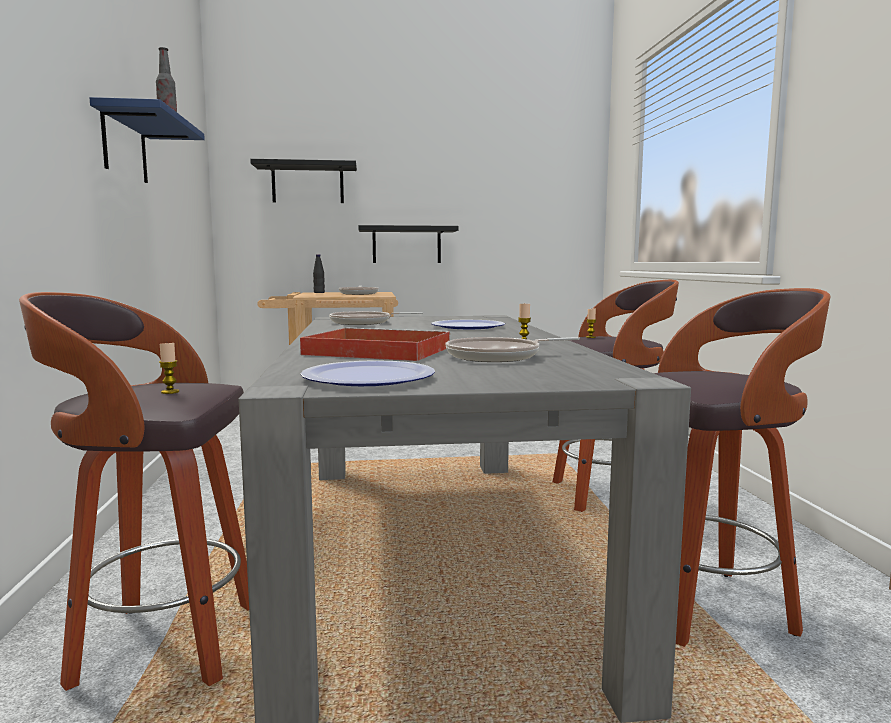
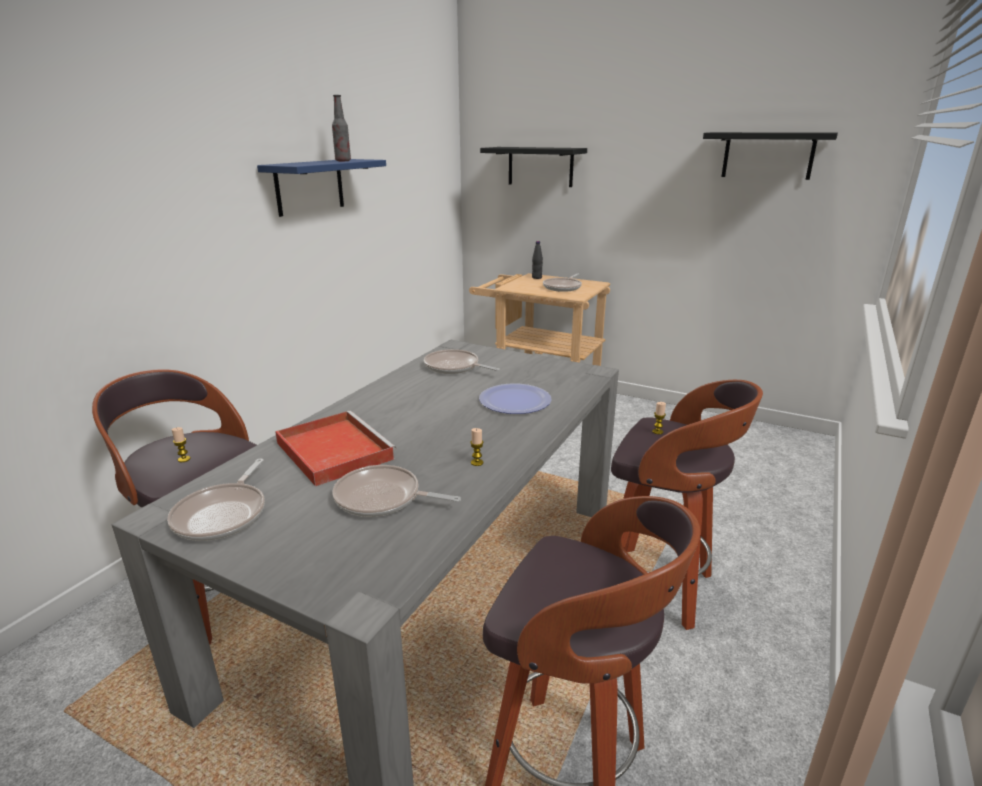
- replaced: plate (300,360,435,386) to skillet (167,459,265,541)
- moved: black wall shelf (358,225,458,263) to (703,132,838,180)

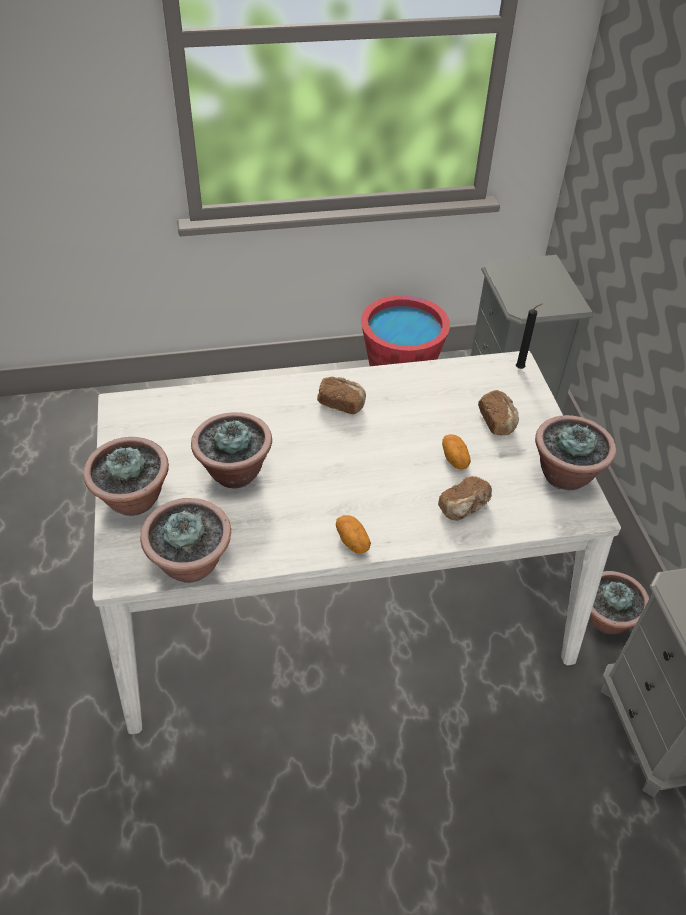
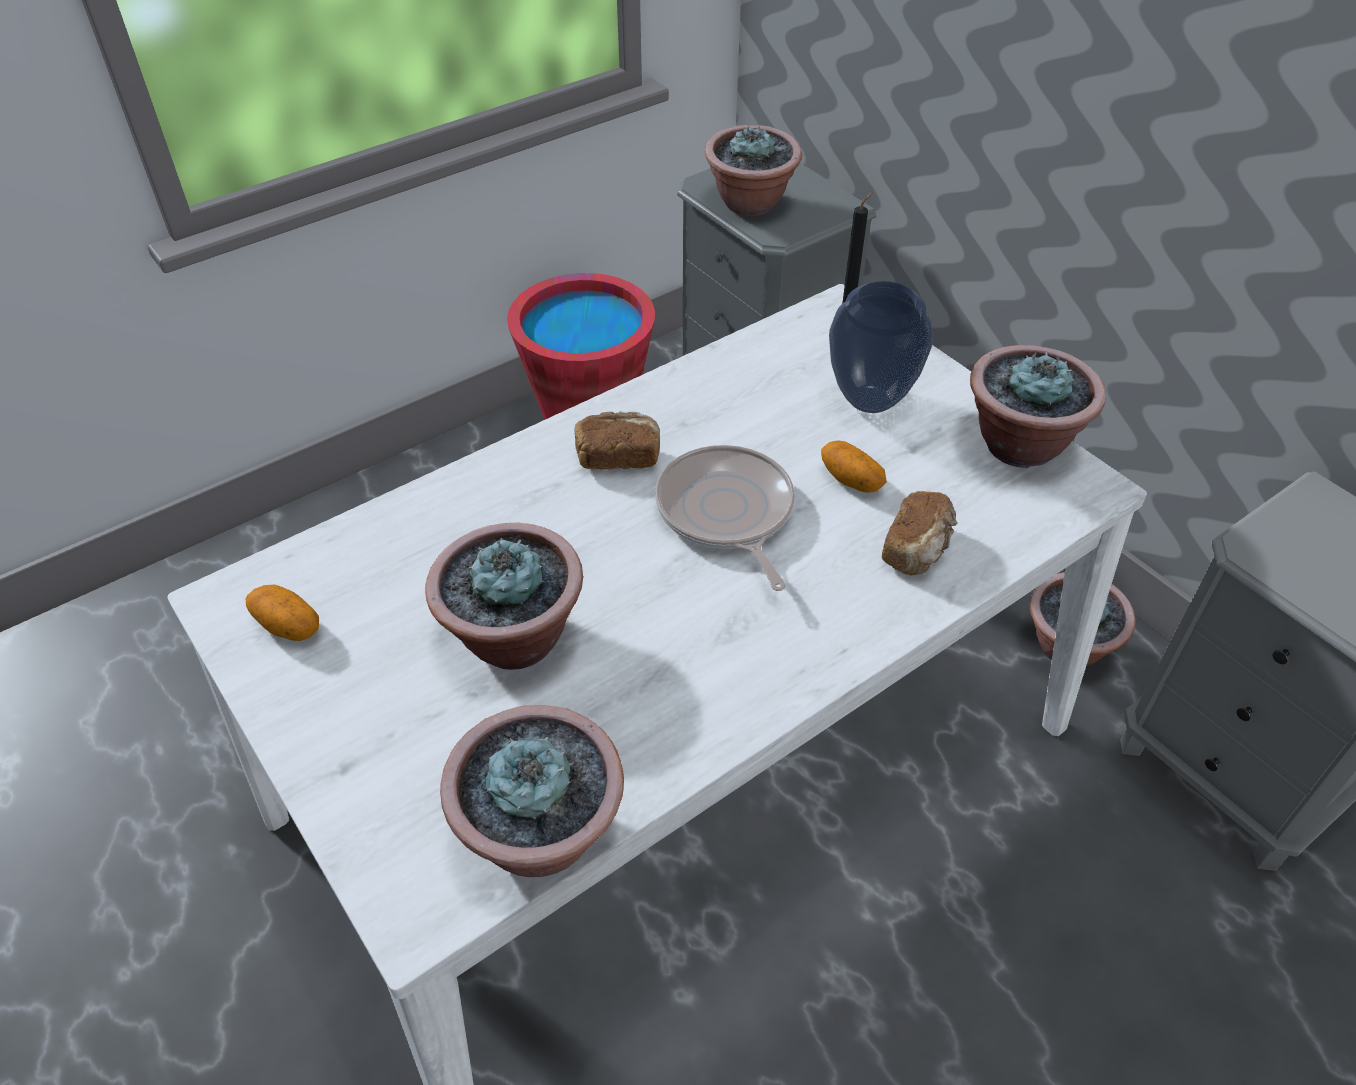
- moved: potted plant (83,437,169,516) to (705,125,802,216)
- moved: whole potato (336,515,371,554) to (246,585,319,641)
- replaced: bakery bread (478,390,519,436) to decorative vase (829,281,933,413)
- added: skillet (655,445,795,591)

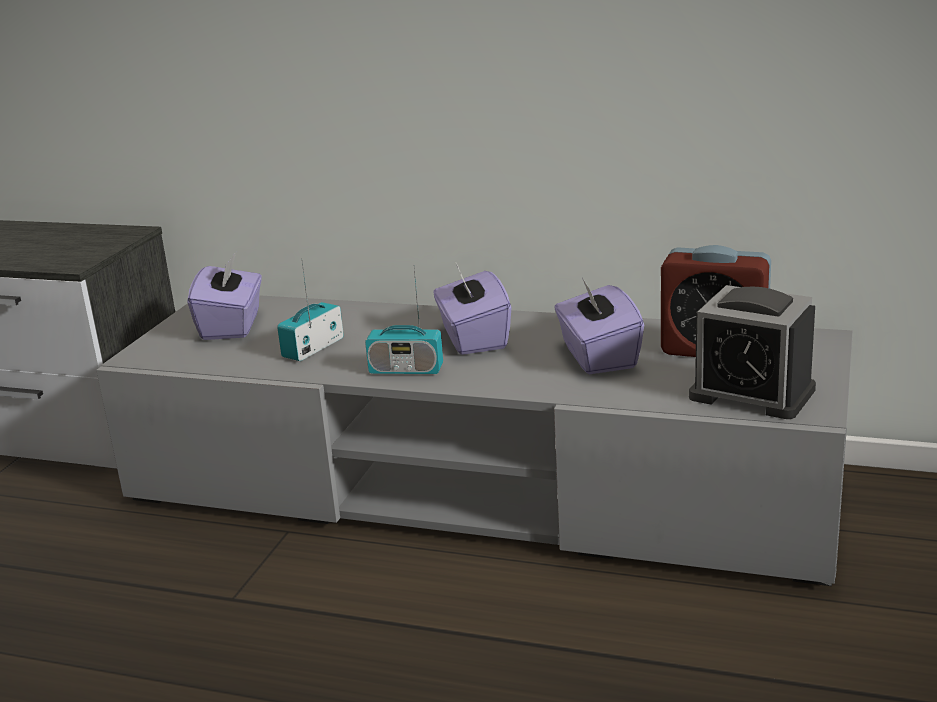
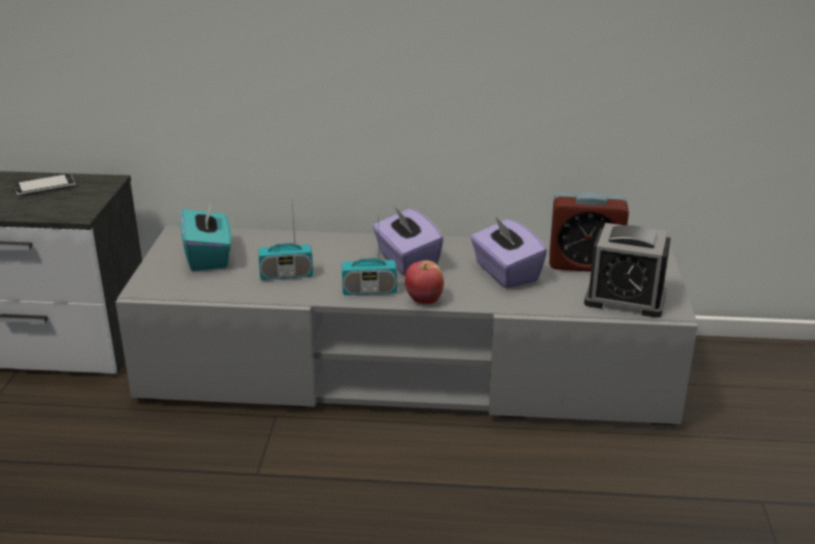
- recoloured: purplish tissue holder (187,251,262,340) to turquoise-coloured tissue holder (180,201,232,271)
- turned: radio receiver (277,263,344,361) = (258,203,313,280) 120 degrees counterclockwise
- added: phone (13,174,75,196)
- added: apple (405,260,444,304)

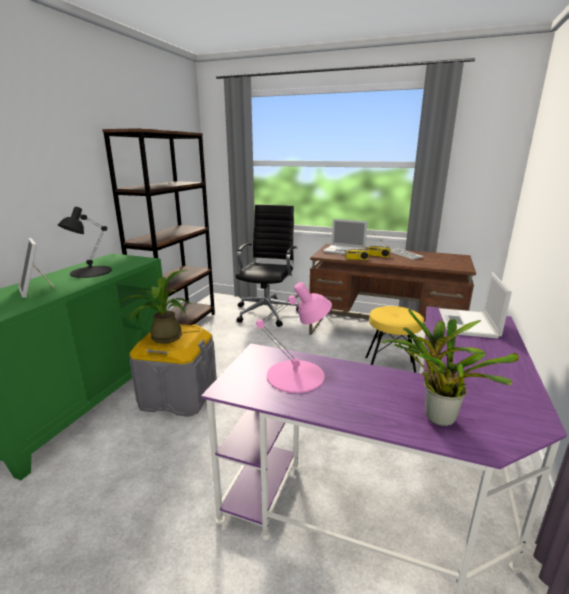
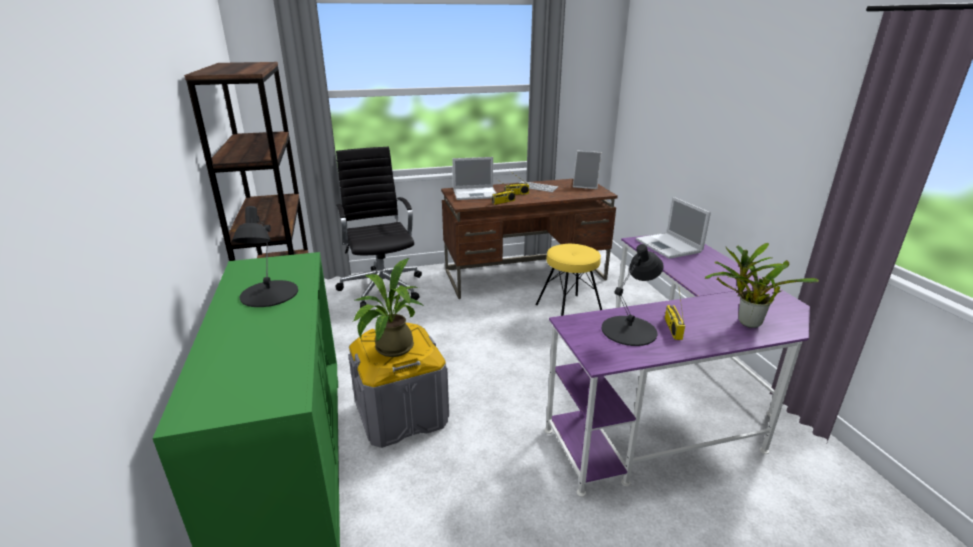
- moved: photo frame (18,238,55,298) to (573,151,602,189)
- recoloured: pink-coloured lamp for a table (256,282,332,393) to black lamp for a table (601,244,664,346)
- added: radio receiver (665,290,685,340)

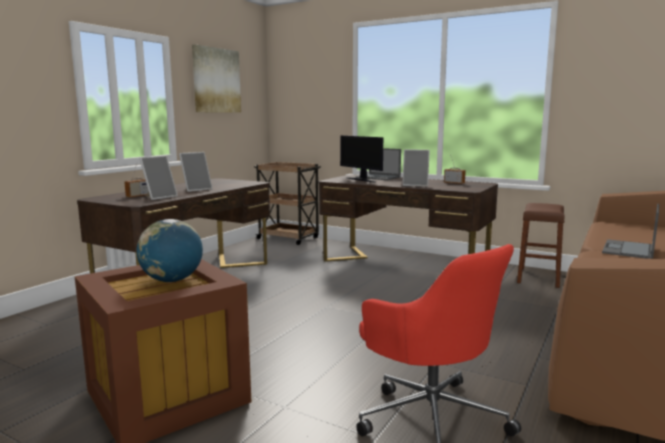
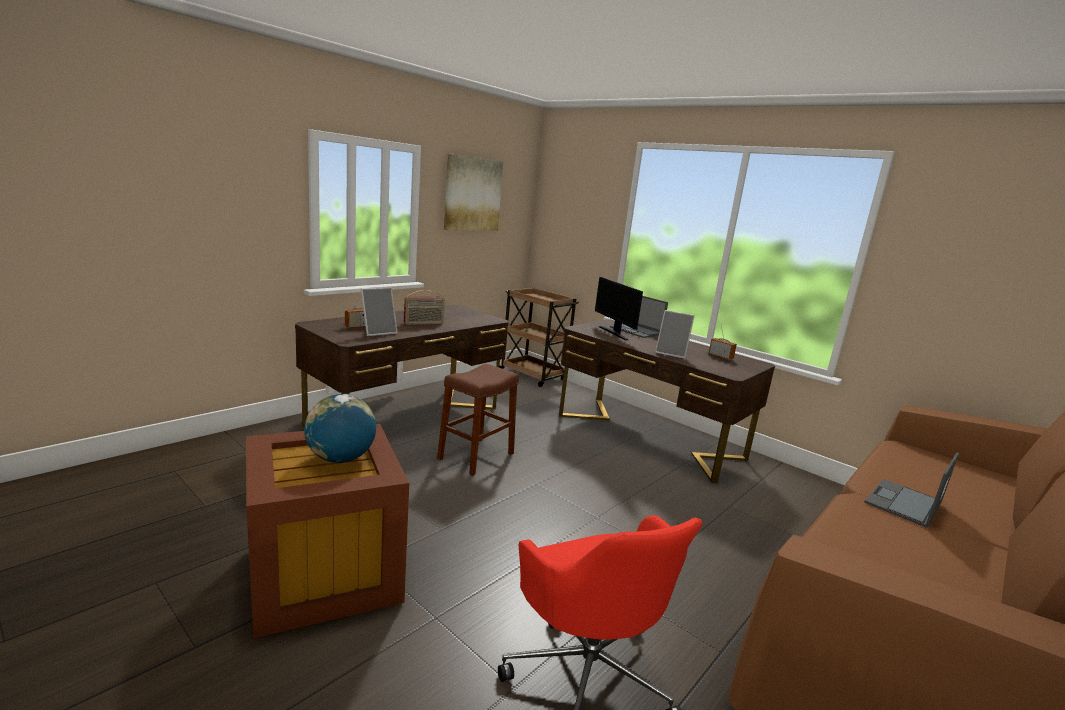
- replaced: photo frame (179,152,213,192) to radio receiver (404,290,445,325)
- moved: brown stool seat (517,203,565,288) to (437,364,519,475)

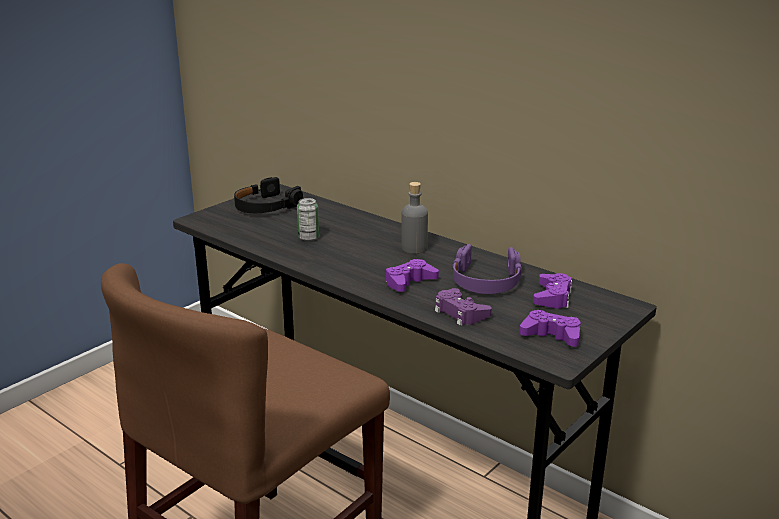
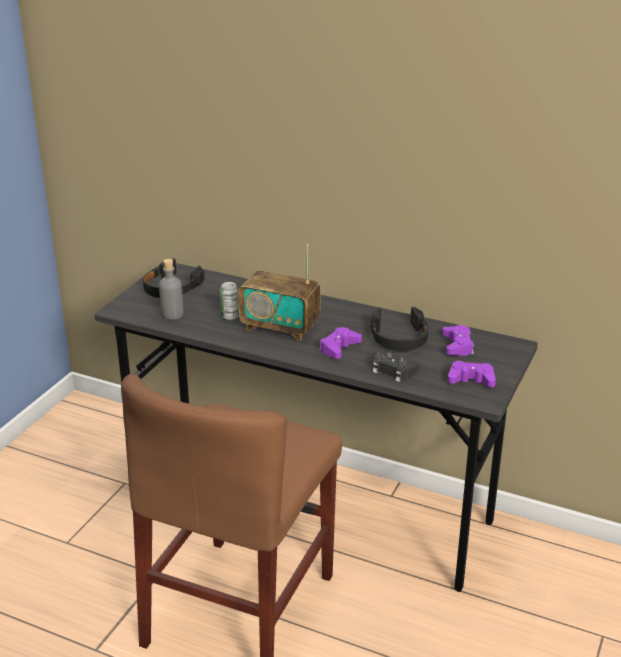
- moved: grey drink bottle (401,182,428,254) to (159,259,184,320)
- recoloured: purplish joypad (435,288,492,326) to black joypad (373,350,420,382)
- recoloured: purplish headphones (452,244,522,294) to black headphones (371,307,429,351)
- added: radio receiver (238,244,321,341)

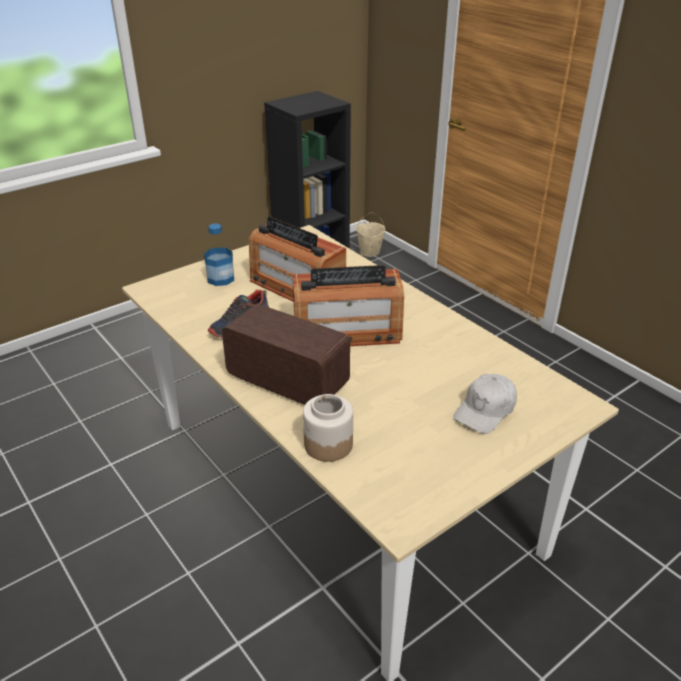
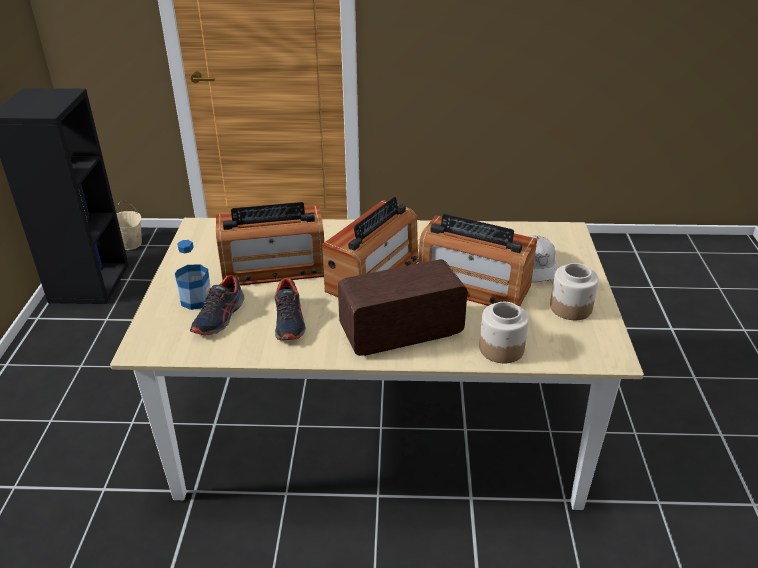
- added: low shoe (190,275,244,335)
- added: radio receiver (418,214,537,306)
- added: storage jar (550,263,598,320)

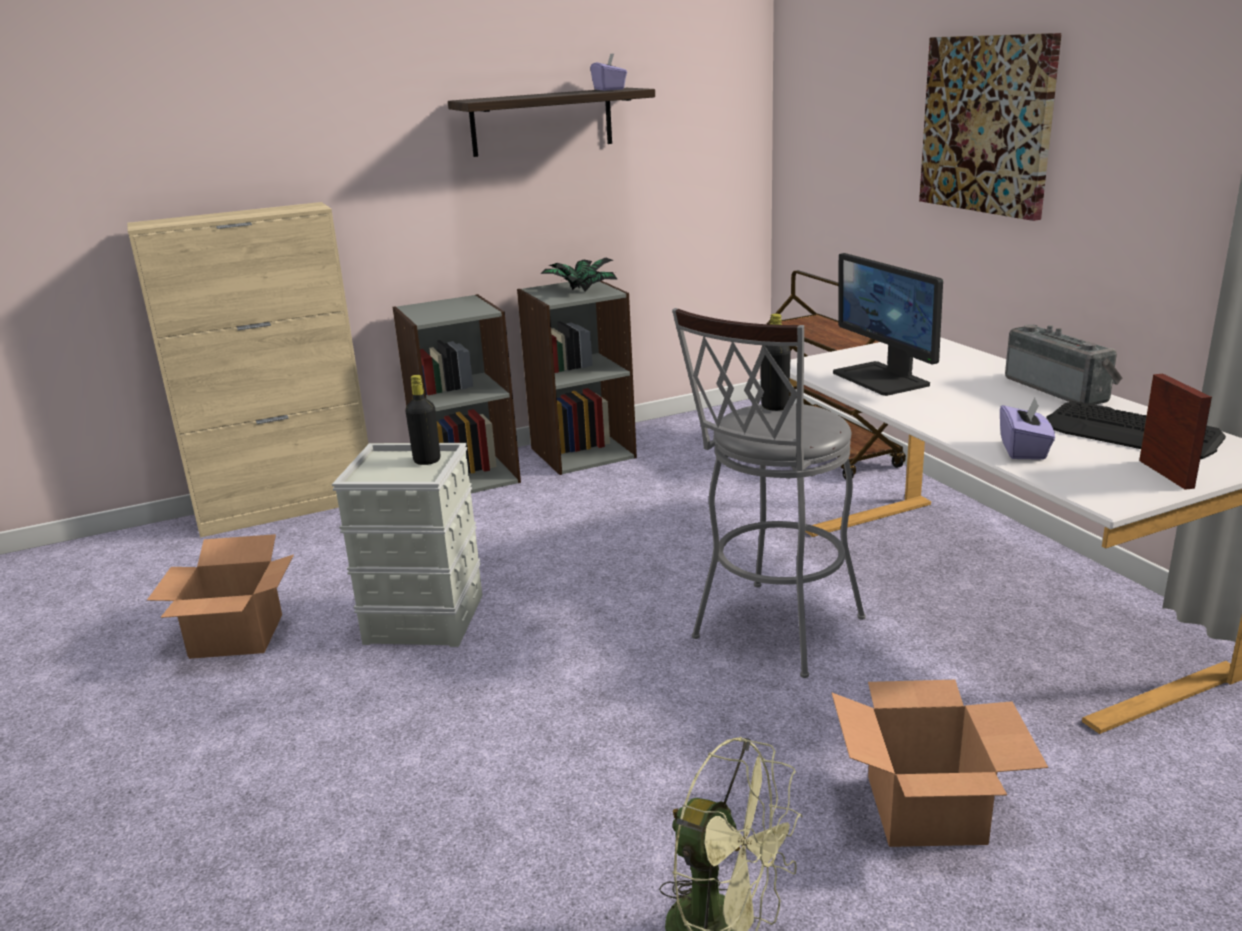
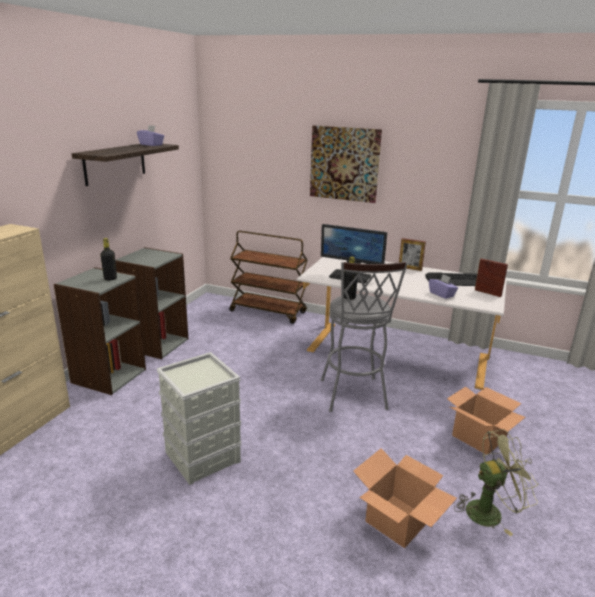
- moved: packing box (147,534,294,659) to (353,448,457,548)
- moved: black drink bottle (405,375,440,465) to (100,238,117,281)
- removed: potted plant (540,257,618,291)
- replaced: radio receiver (1005,325,1122,405) to photo frame (399,238,426,271)

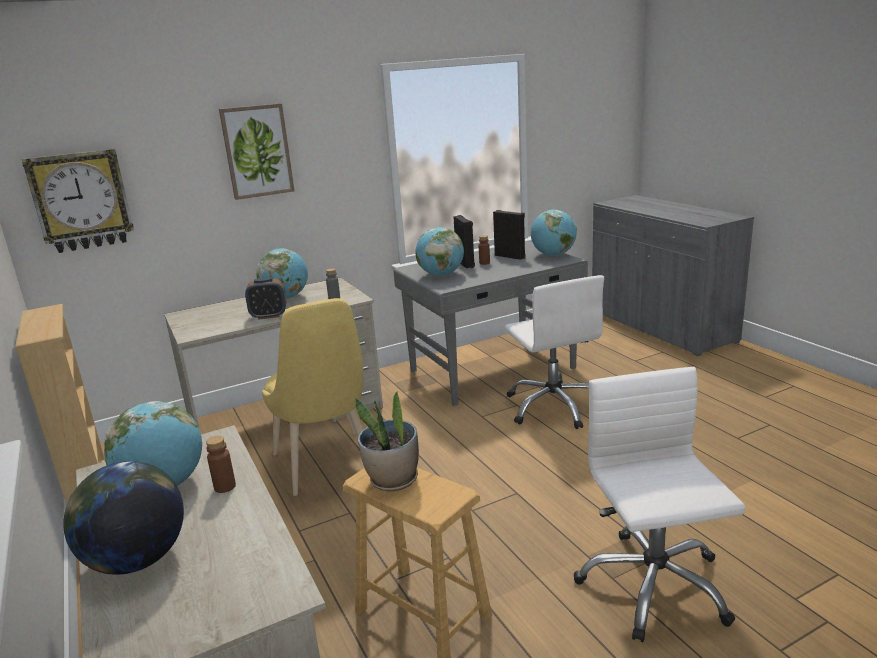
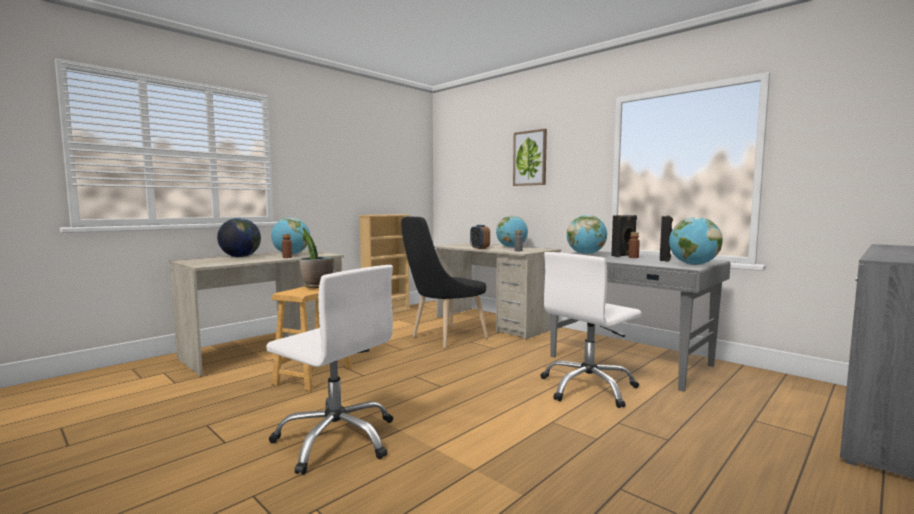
- removed: hanging clock (22,149,134,253)
- recoloured: yellow-coloured chair (262,298,363,496) to black chair (401,217,488,349)
- turned: white computer chair (574,367,746,642) = (266,265,393,475) 60 degrees clockwise

